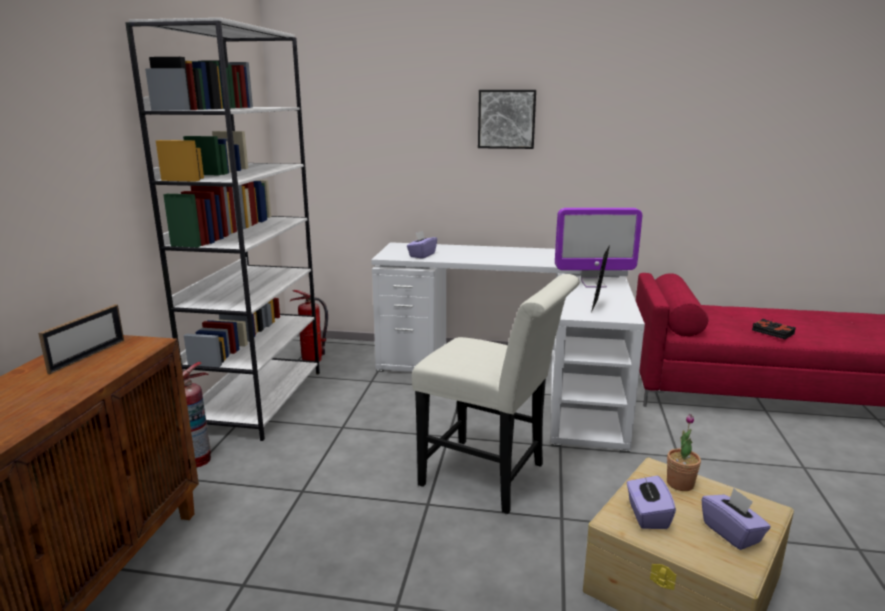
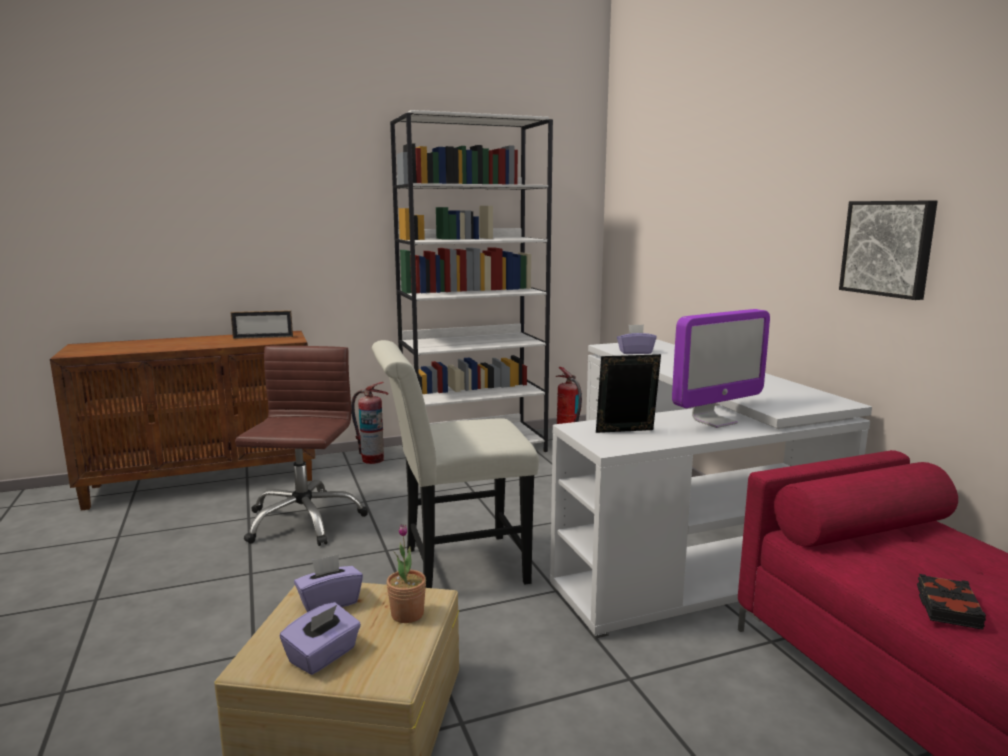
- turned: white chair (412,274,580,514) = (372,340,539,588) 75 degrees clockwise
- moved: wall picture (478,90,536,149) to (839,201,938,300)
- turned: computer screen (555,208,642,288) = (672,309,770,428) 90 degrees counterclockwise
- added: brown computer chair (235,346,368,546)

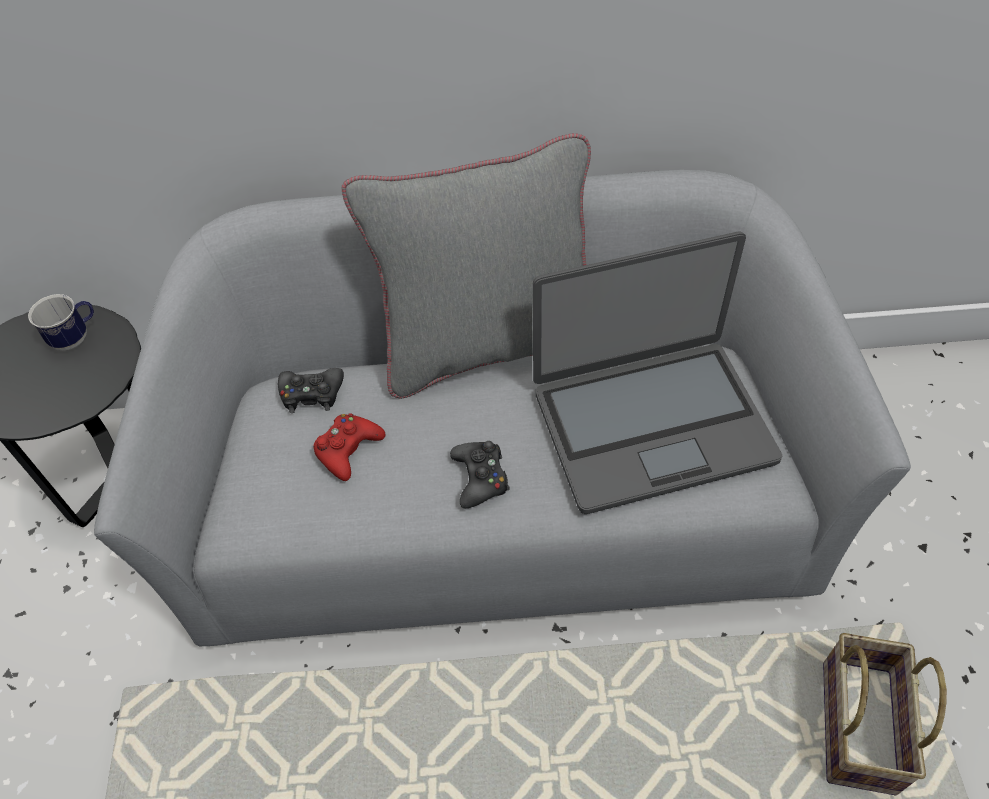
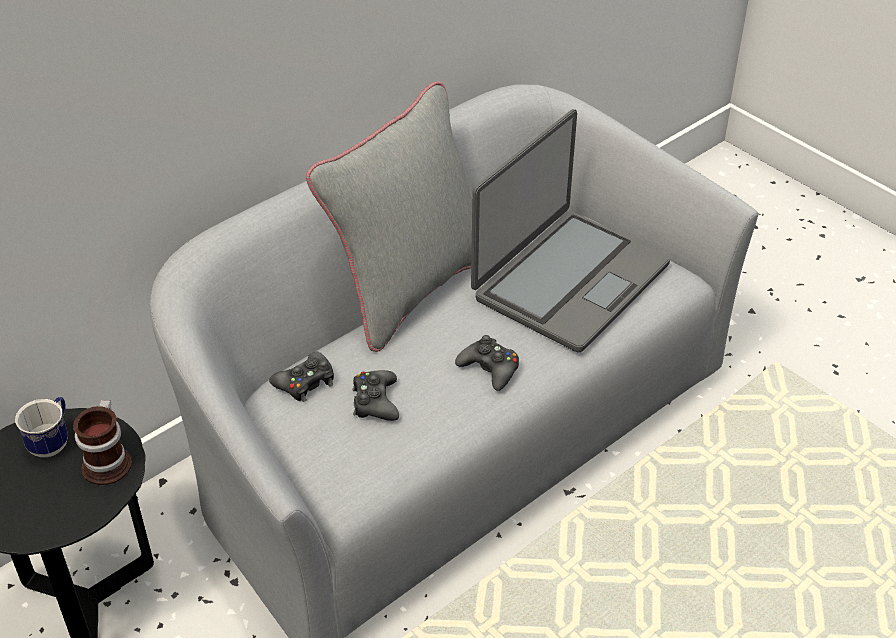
- recoloured: red joypad (314,413,386,481) to black joypad (353,370,399,421)
- removed: storage basket (823,633,947,795)
- added: coffee mug (73,400,132,485)

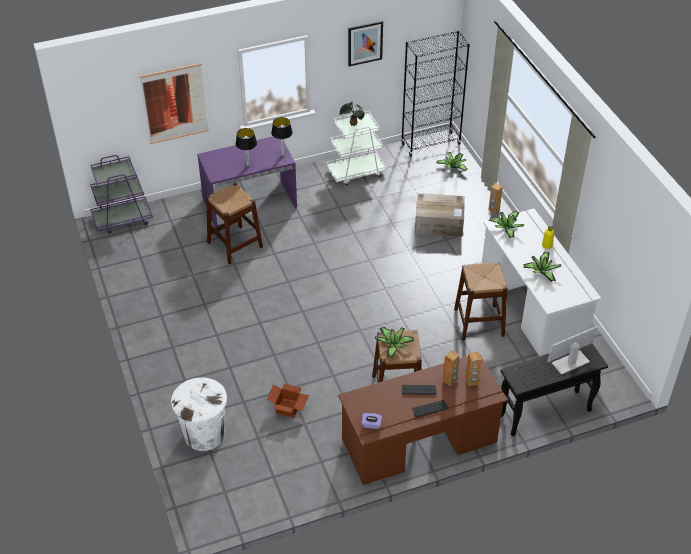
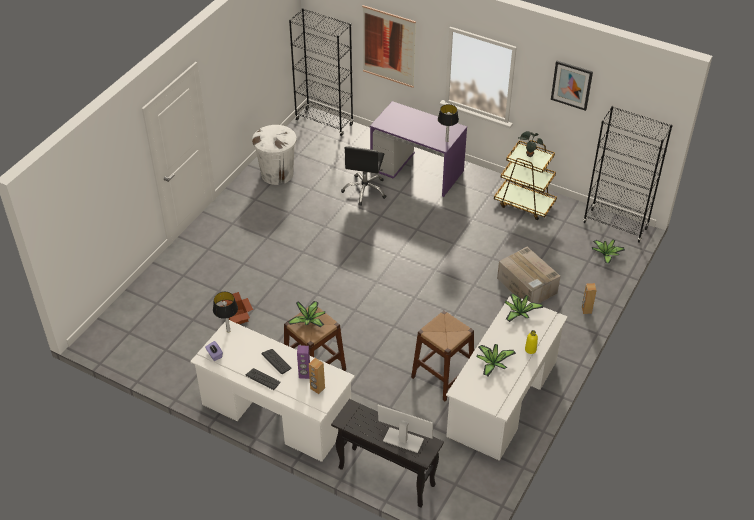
- replaced: purplish wheeled cart (90,155,153,234) to black shelving unit (289,8,353,136)
- moved: white waste bin (171,377,227,451) to (252,125,297,185)
- replaced: brown stool seat (206,183,263,265) to black computer chair (341,146,387,206)
- moved: lamp for a table (236,128,257,166) to (213,292,238,332)
- recoloured: white wheeled cart (326,109,387,185) to brown wheeled cart (494,140,557,220)
- recoloured: brown desk (338,353,508,486) to white desk (190,320,355,462)
- recoloured: brown audio speaker (443,350,460,386) to purplish audio speaker (297,345,310,379)

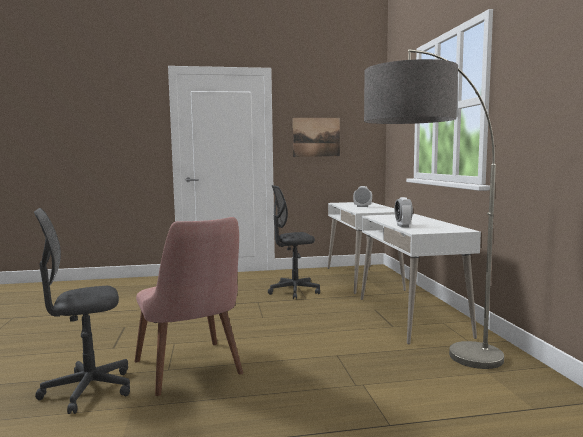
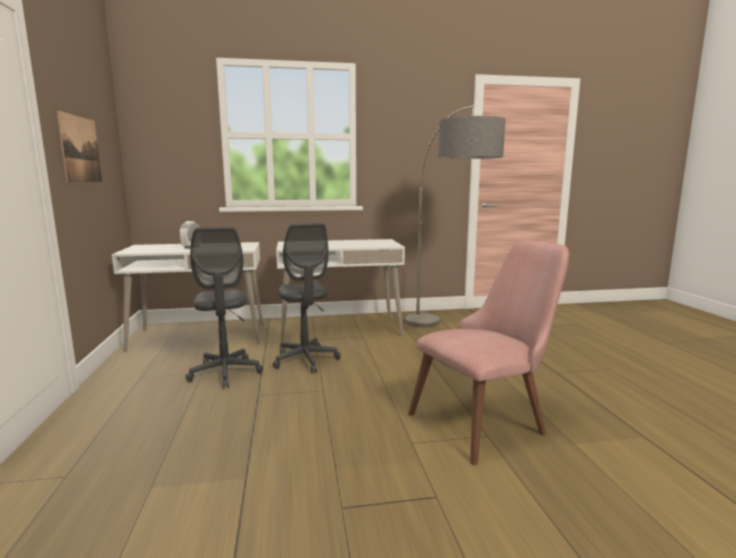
- moved: grey computer chair (34,208,130,414) to (273,223,340,373)
- removed: table clock (394,197,413,228)

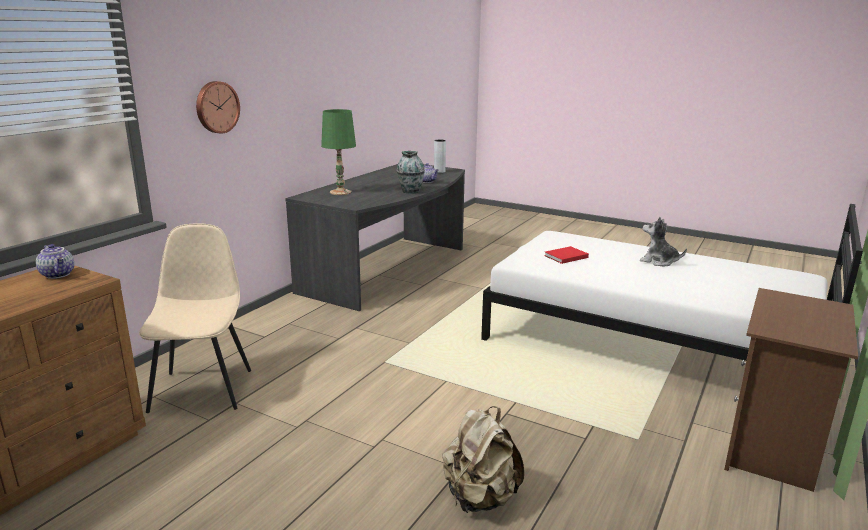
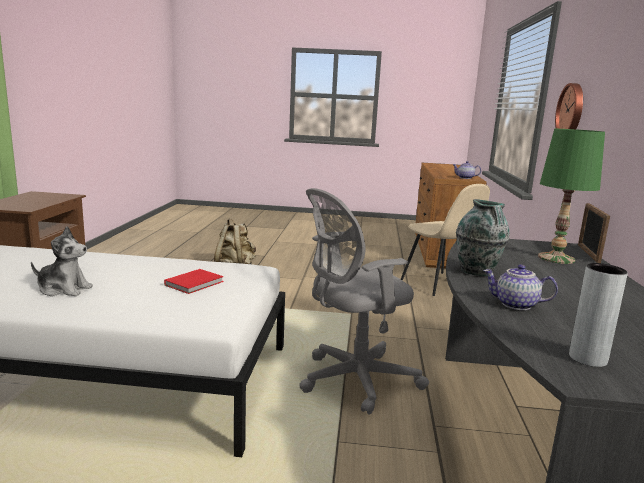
- added: grey computer chair (299,188,429,415)
- added: photo frame (578,203,610,263)

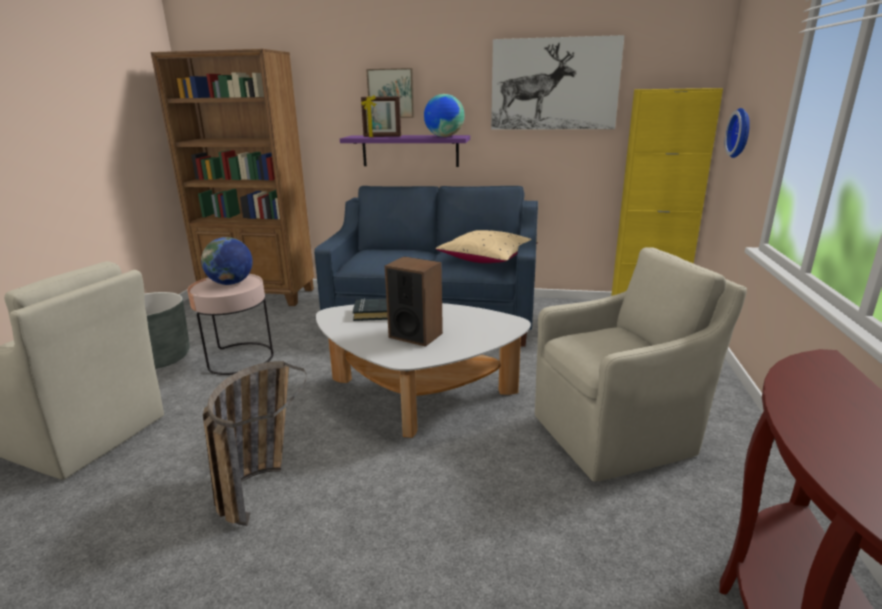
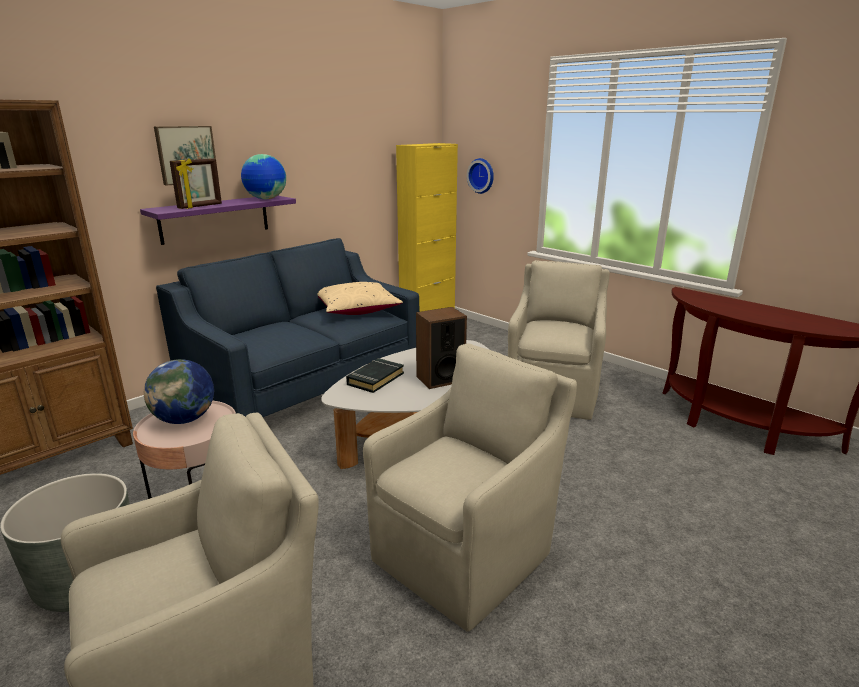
- replaced: storage basket (203,361,307,526) to beige lounge chair (363,343,577,632)
- removed: wall picture (491,35,624,130)

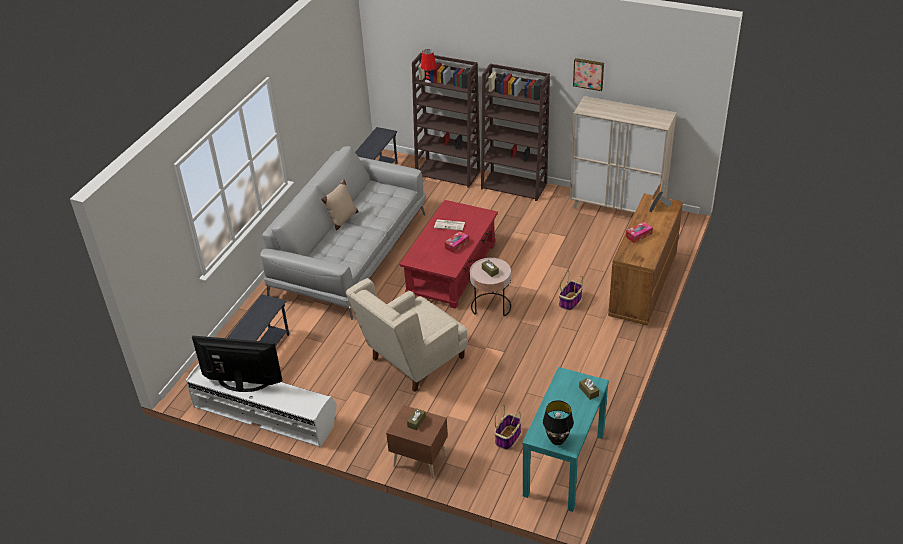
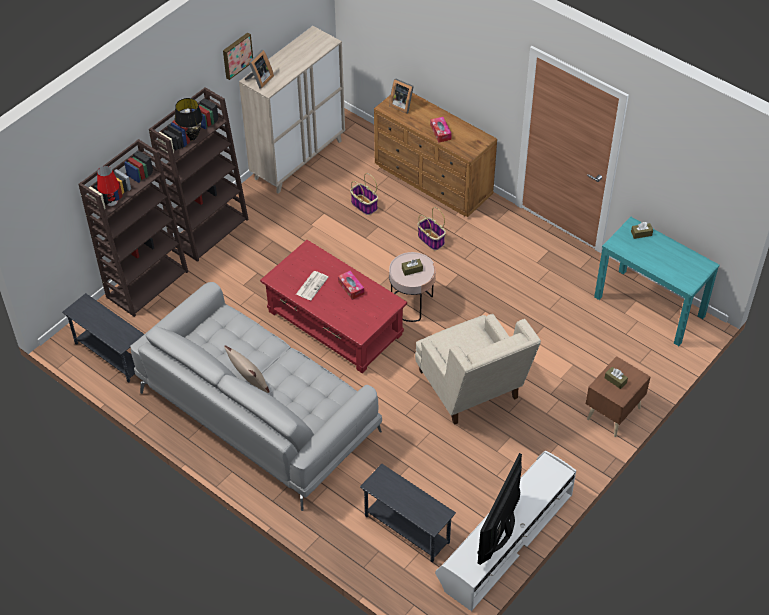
- moved: storage basket (494,404,522,450) to (350,173,378,215)
- moved: black lamp for a table (543,400,574,445) to (175,98,203,141)
- added: photo frame (245,50,274,89)

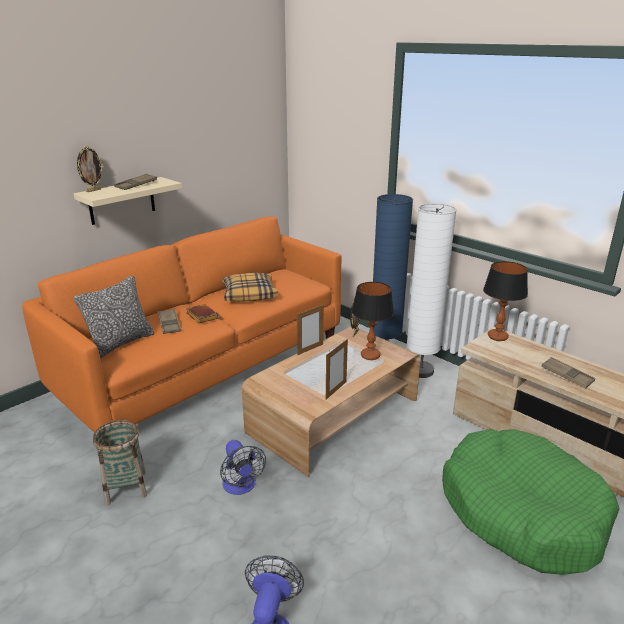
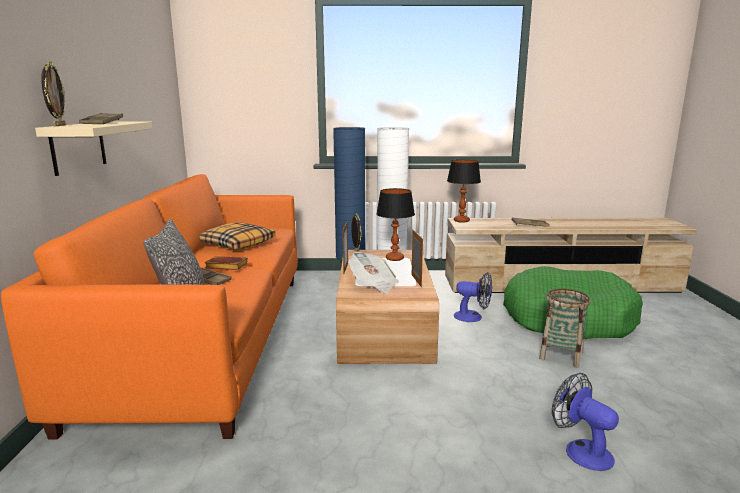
- moved: storage basket (93,420,147,505) to (539,289,590,368)
- moved: electric fan (220,440,266,495) to (454,272,492,322)
- added: printed paper (348,252,399,293)

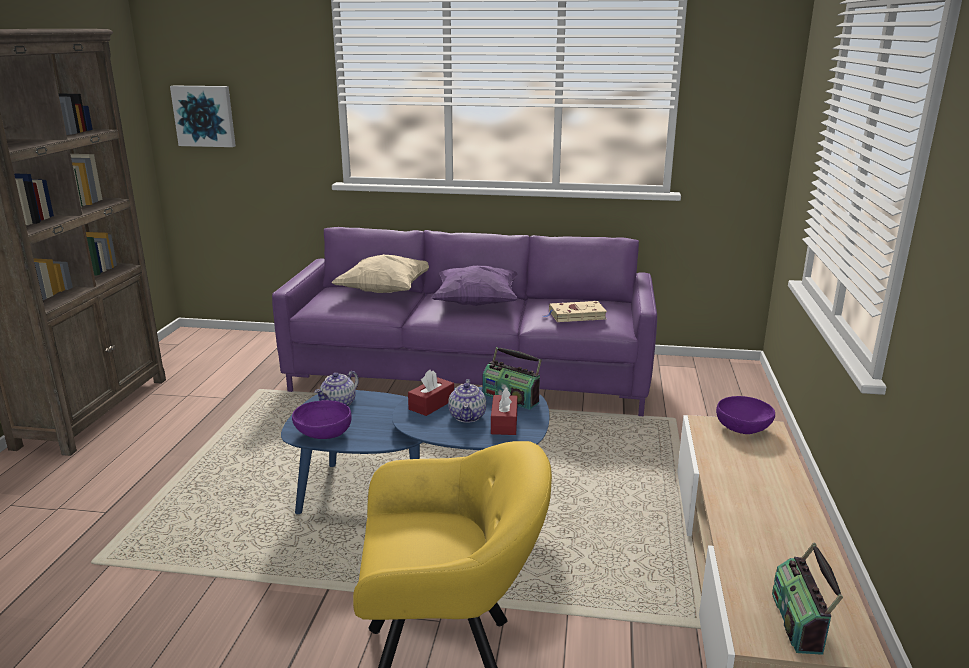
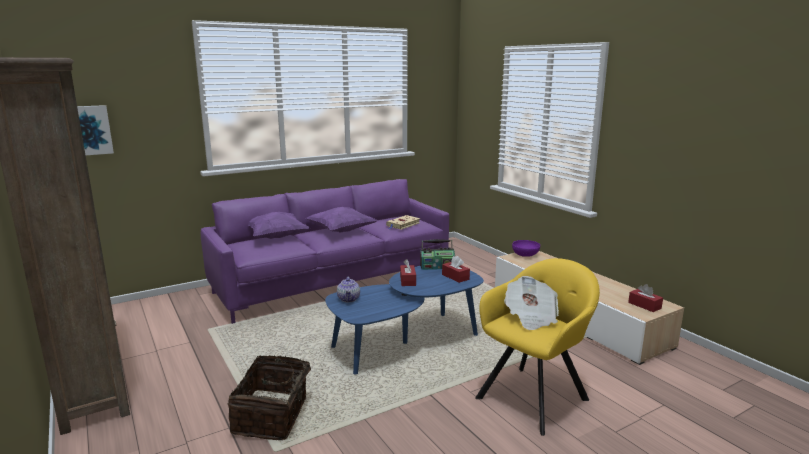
- removed: purplish bowl (292,400,352,439)
- recoloured: beige cushion (331,254,429,293) to purplish cushion (248,212,310,239)
- removed: tea pot (448,379,486,423)
- replaced: radio receiver (772,543,843,655) to red tissue holder (628,284,663,312)
- added: storage basket (228,355,323,440)
- added: printed paper (504,276,559,330)

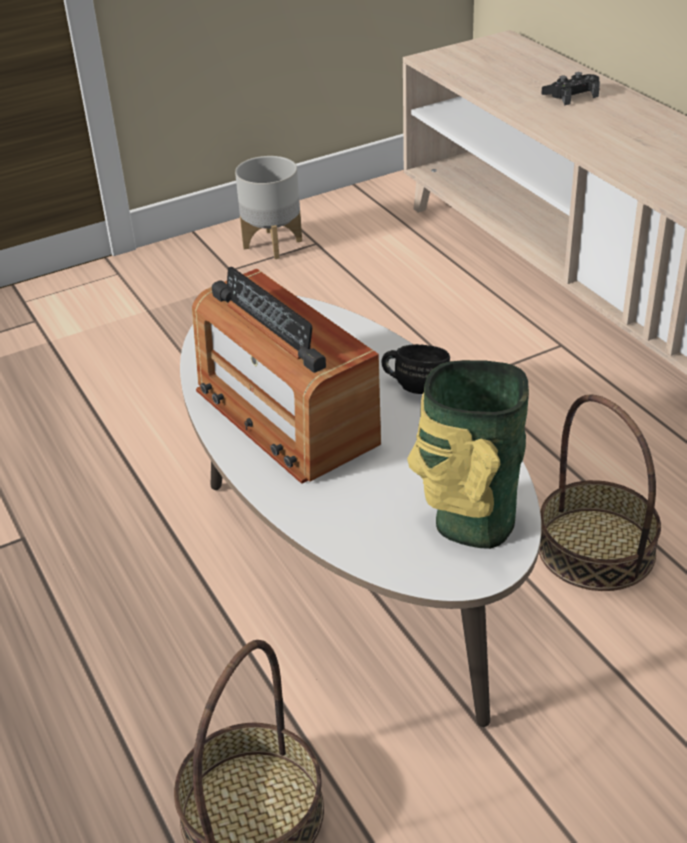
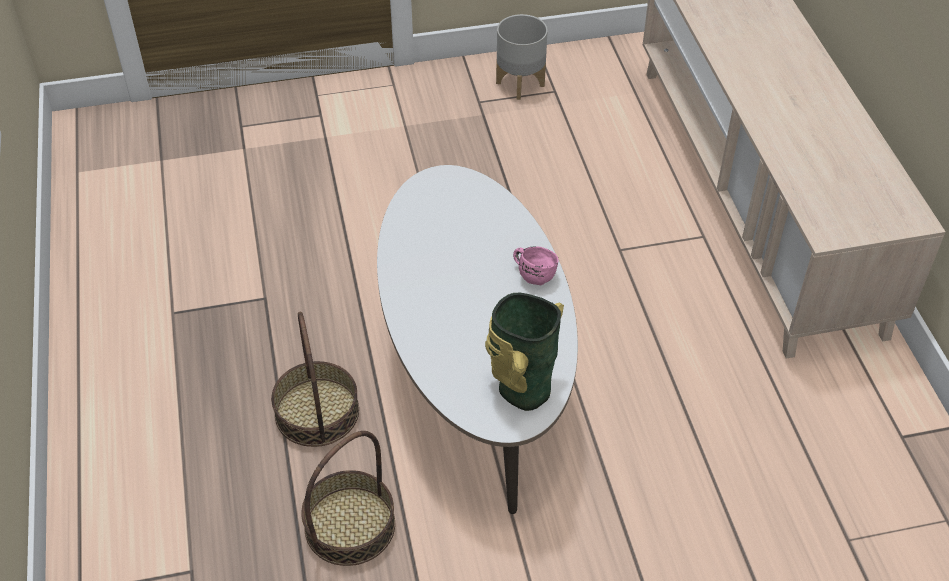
- removed: radio receiver (192,267,381,484)
- recoloured: black coffee mug (381,344,450,394) to pink-coloured coffee mug (513,246,559,285)
- moved: storage basket (539,395,661,591) to (271,312,359,447)
- removed: black joypad (541,72,600,105)

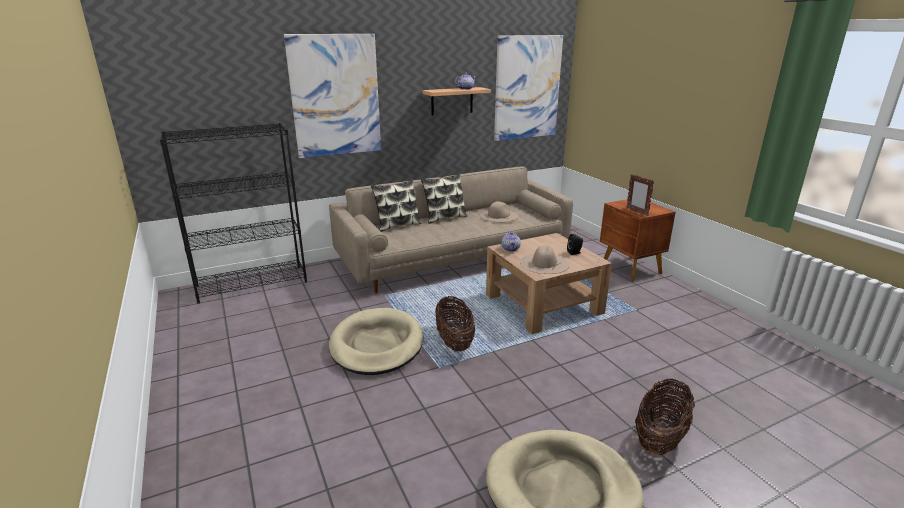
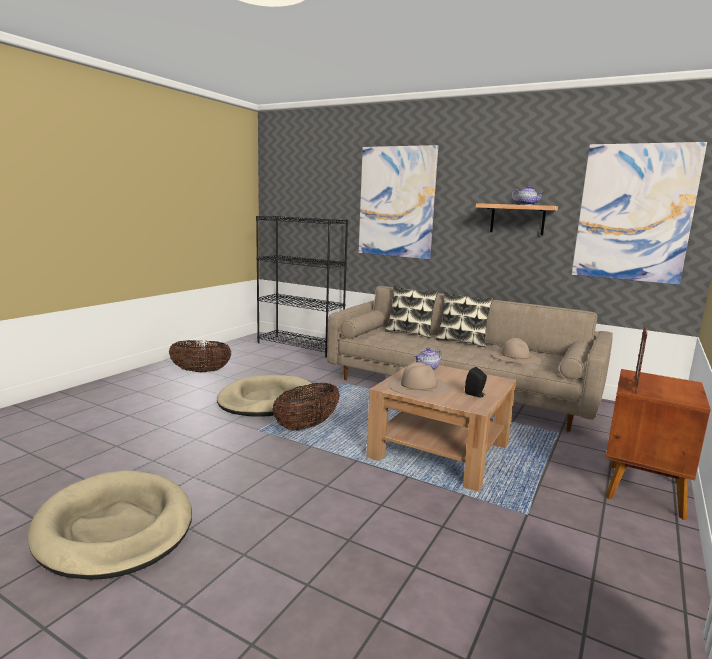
- moved: storage basket (635,379,695,456) to (169,340,231,372)

